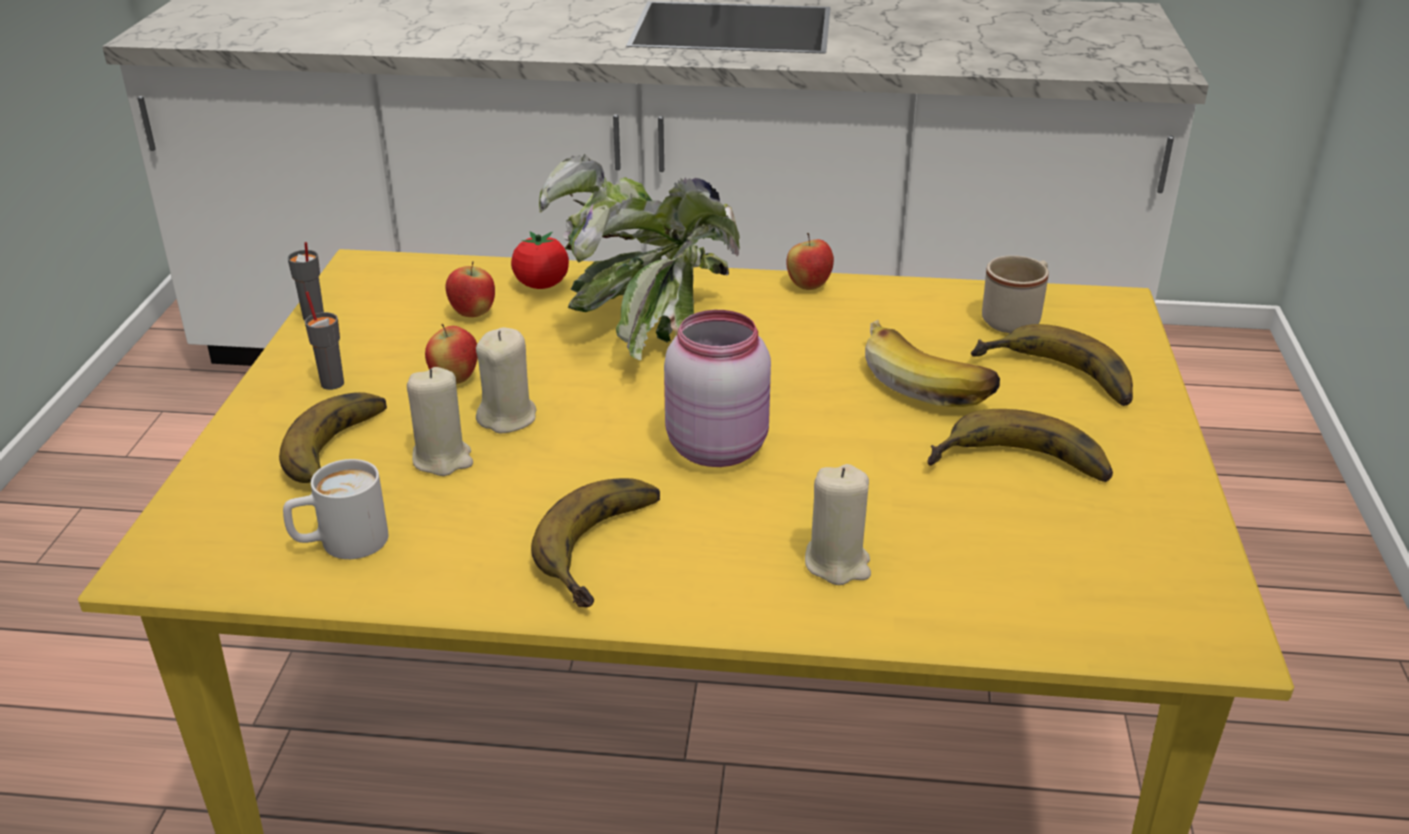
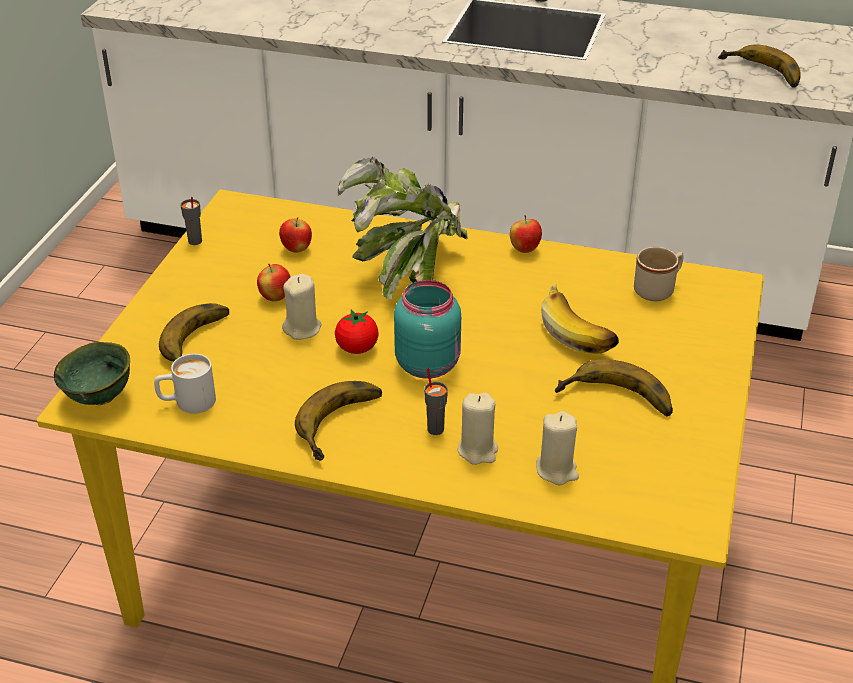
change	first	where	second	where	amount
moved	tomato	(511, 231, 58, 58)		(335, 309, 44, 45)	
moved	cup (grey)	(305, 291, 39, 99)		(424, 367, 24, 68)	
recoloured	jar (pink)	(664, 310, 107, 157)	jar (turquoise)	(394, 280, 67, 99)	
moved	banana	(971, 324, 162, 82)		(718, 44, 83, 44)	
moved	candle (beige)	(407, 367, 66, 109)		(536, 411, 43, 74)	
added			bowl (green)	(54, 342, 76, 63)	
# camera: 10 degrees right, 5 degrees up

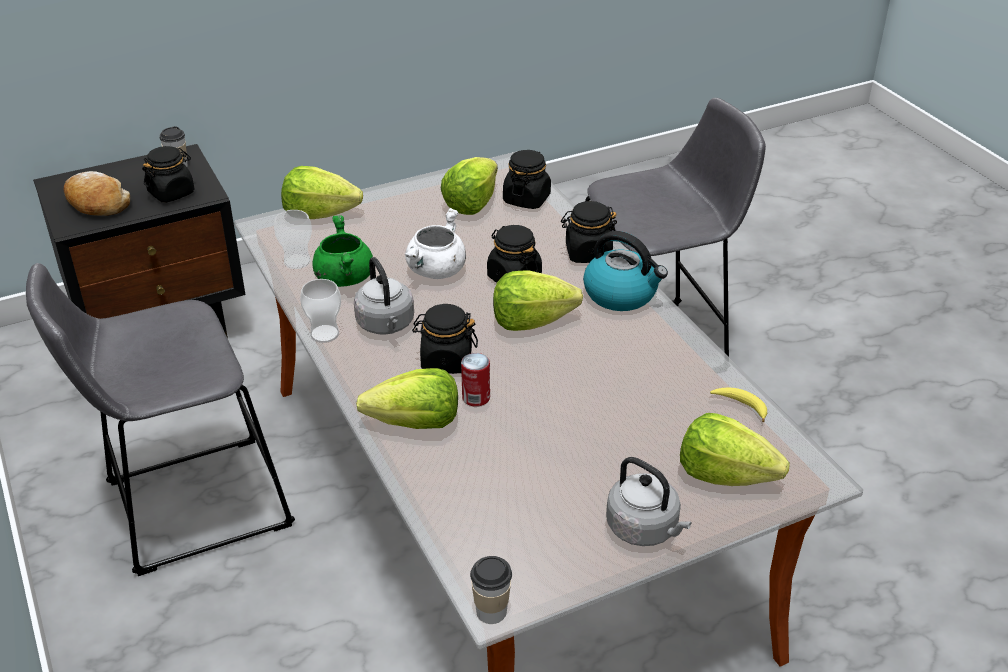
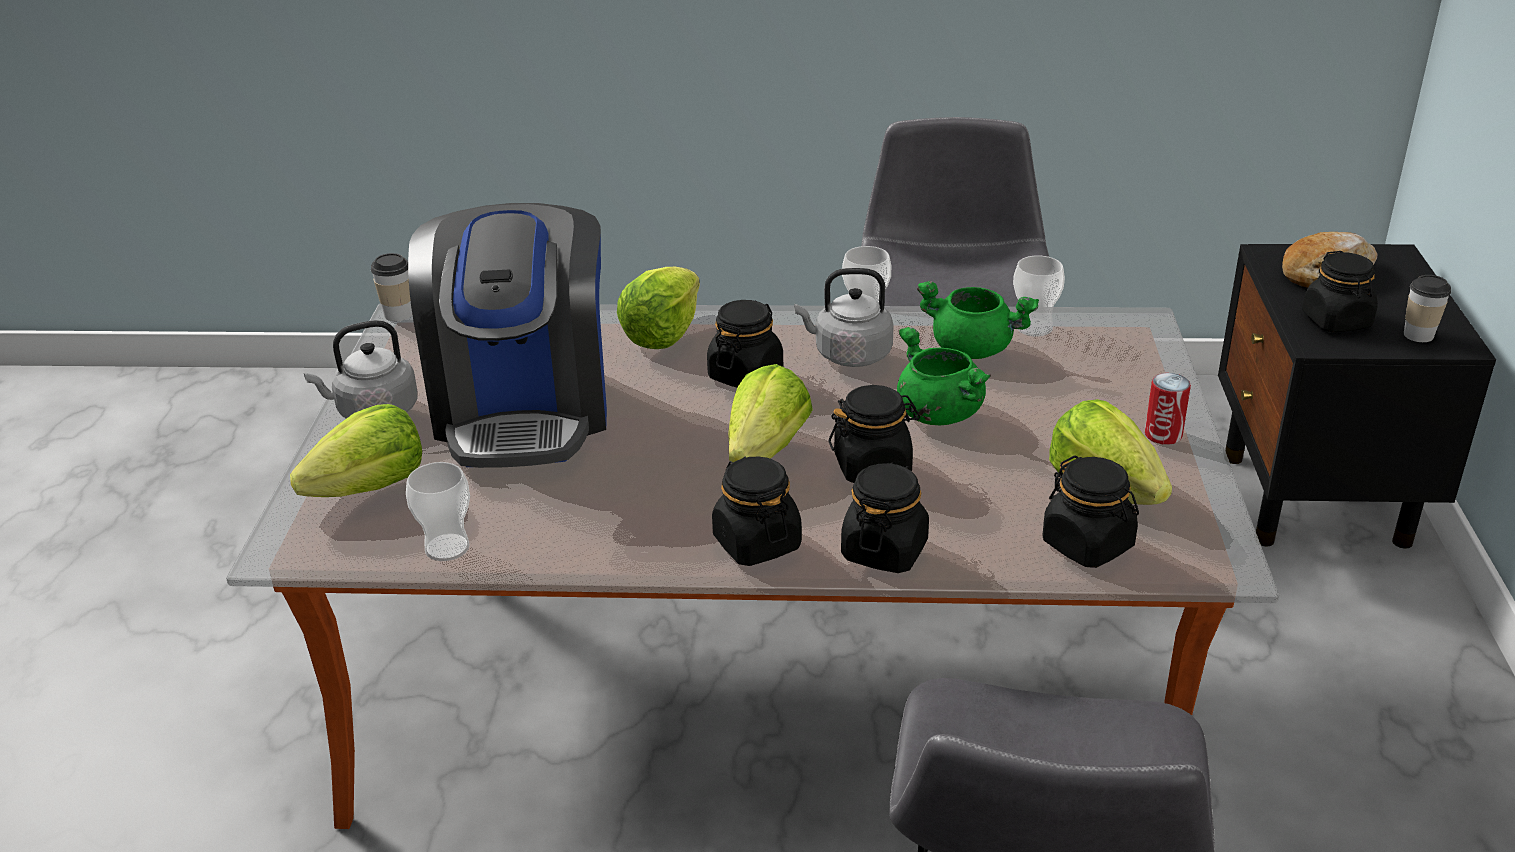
change	first	where	second	where	amount
removed	lettuce	(281, 166, 82, 53)			
recoloured	cooking pot (white)	(405, 208, 61, 71)	cooking pot (green)	(897, 327, 94, 98)	
replaced	kettle	(583, 231, 85, 80)	jar (black)	(712, 457, 90, 109)	
moved	can	(461, 353, 29, 54)		(1145, 373, 46, 72)	
replaced	banana	(710, 388, 57, 34)	cup	(406, 462, 64, 99)	
added			coffee machine	(408, 203, 199, 265)	
# camera: 120 degrees right, 5 degrees down

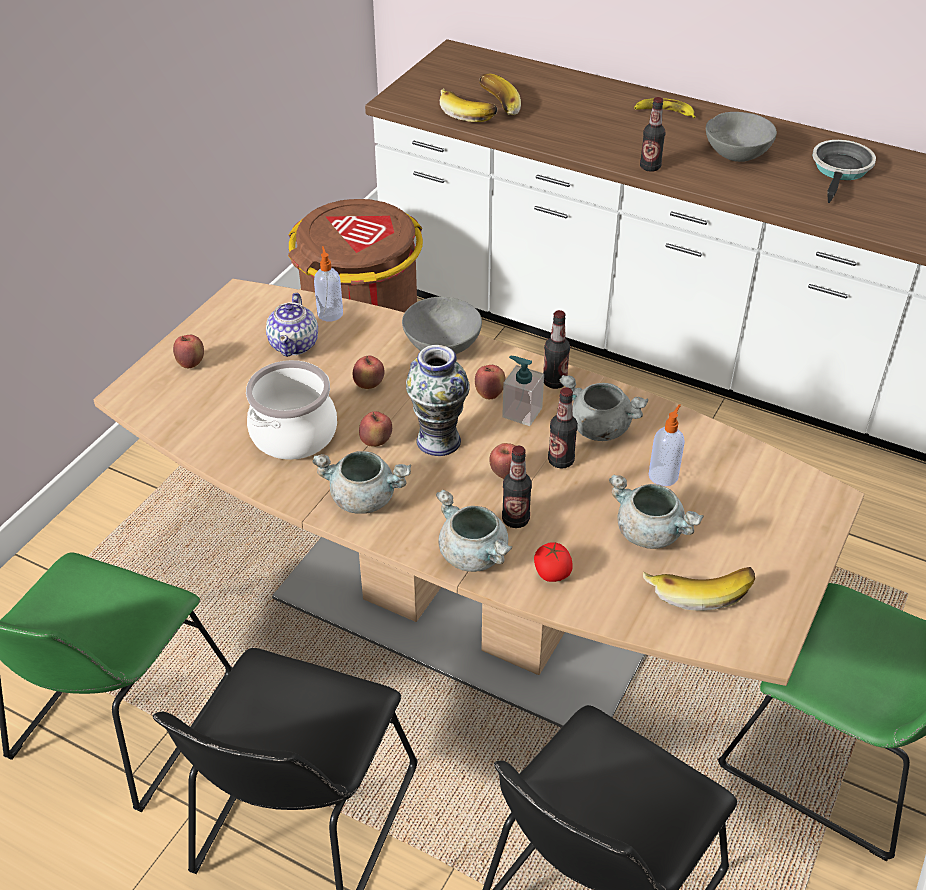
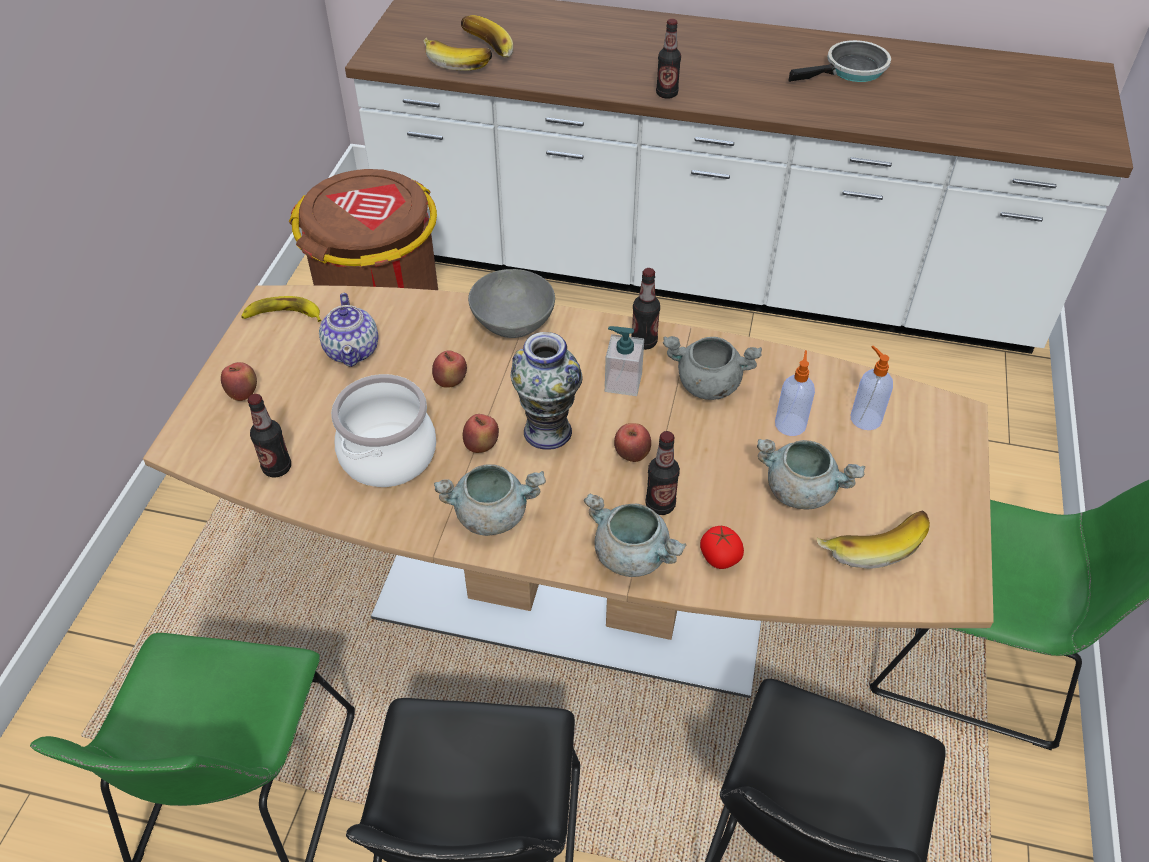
change	first	where	second	where	amount
moved	banana	(634, 98, 62, 20)		(241, 296, 80, 26)	
removed	bowl (grey)	(706, 112, 71, 50)			
turned	frying pan	(812, 140, 64, 63)		(789, 40, 102, 42)	60 degrees clockwise
moved	soap dispenser	(314, 246, 29, 75)		(851, 346, 42, 84)	
removed	apple	(475, 365, 31, 34)			
moved	bottle	(548, 387, 30, 81)		(248, 394, 43, 83)	
# camera: 15 degrees left, 5 degrees up

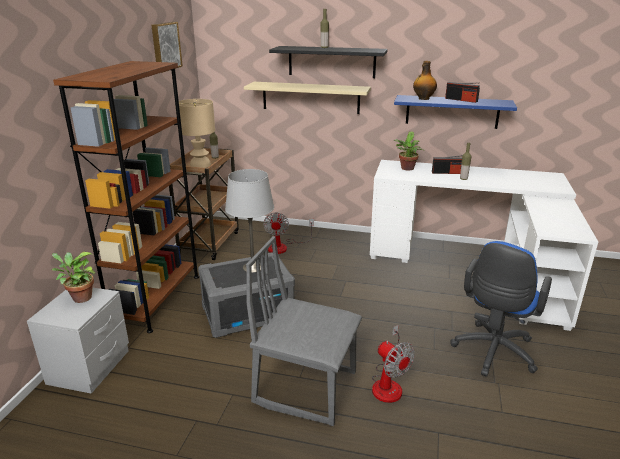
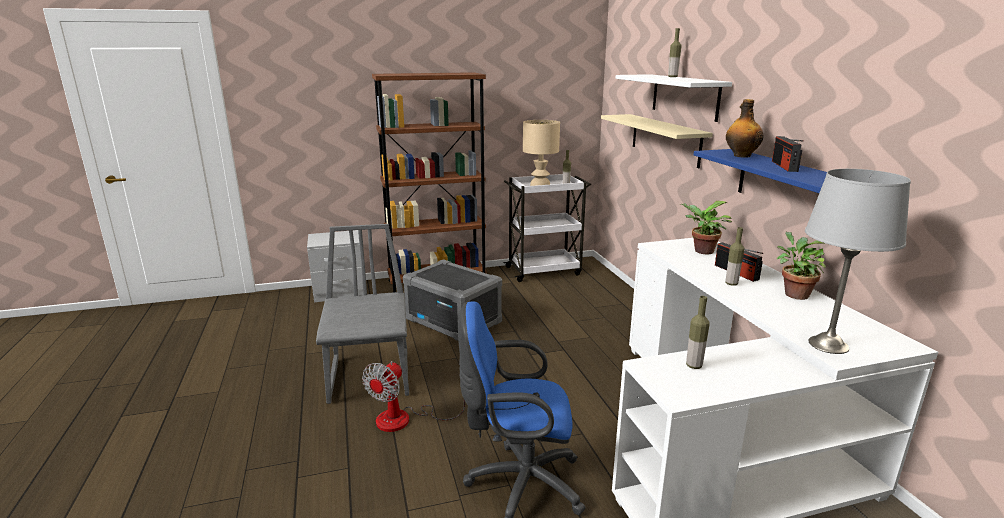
change	first	where	second	where	amount
removed	picture	(151, 22, 32, 51)			
recoloured	shelf (black)	(269, 46, 119, 32)	shelf (white)	(615, 74, 117, 48)	
recoloured	cart (brown)	(169, 148, 70, 112)	cart (white)	(503, 174, 88, 108)	
moved	table lamp (grey)	(225, 169, 49, 104)		(805, 169, 106, 185)	
removed	fan	(263, 212, 51, 42)			
moved	potted plant	(51, 252, 44, 51)		(777, 232, 49, 68)	
added			bottle	(686, 296, 24, 73)	
# camera: 60 degrees right, 5 degrees down

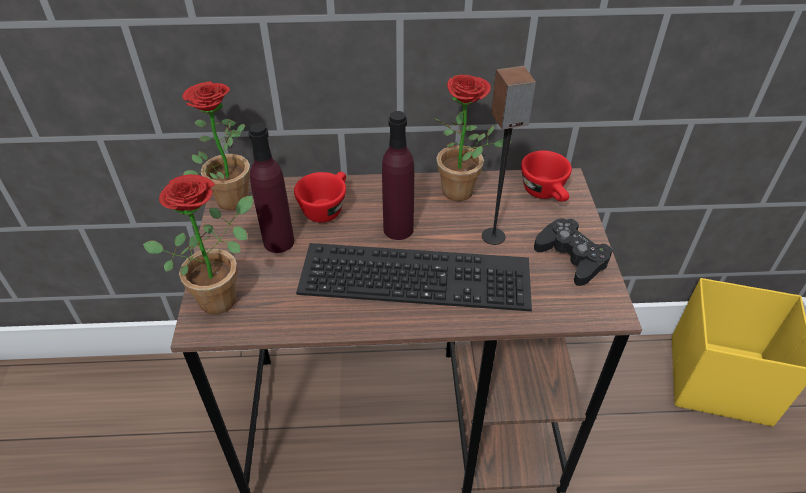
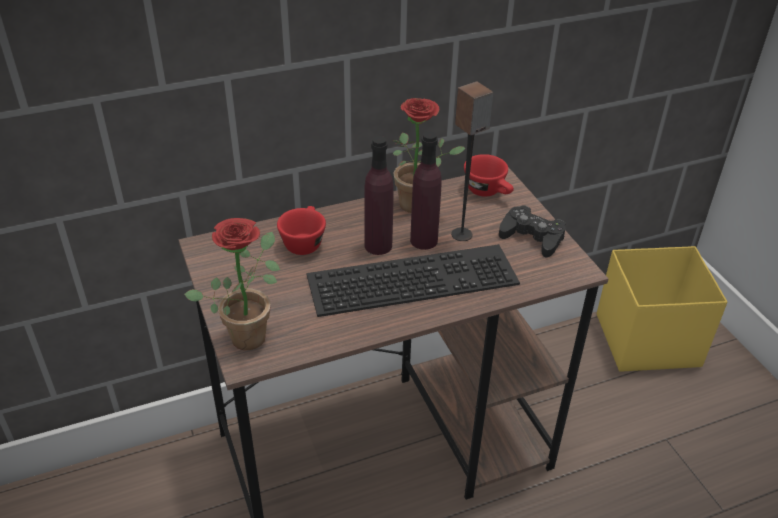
change	first	where	second	where	amount
removed	potted plant	(182, 81, 68, 130)			
moved	bottle (purple)	(248, 123, 47, 130)		(410, 131, 32, 119)	
# camera: 20 degrees left, 5 degrees down

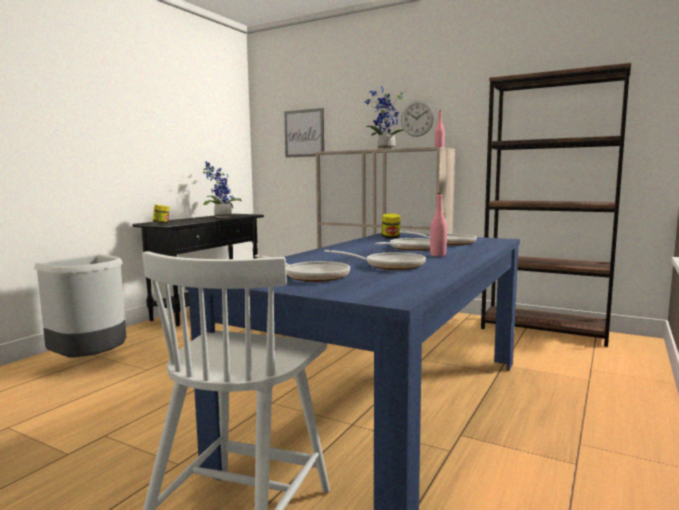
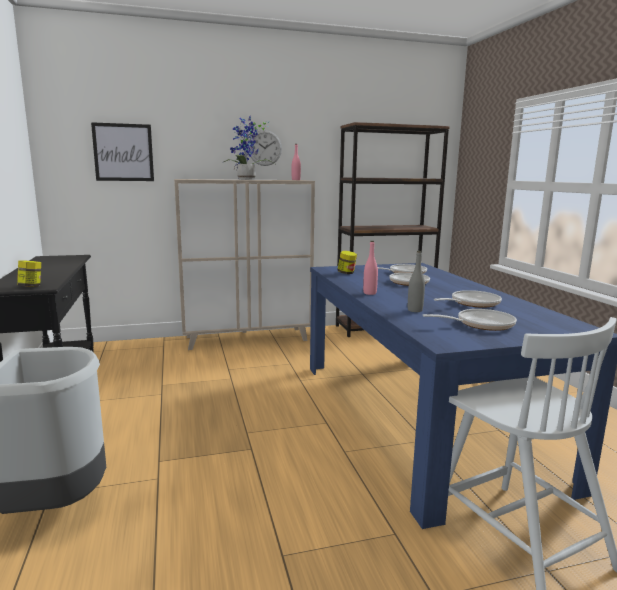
change	first	where	second	where	amount
removed	potted plant	(203, 161, 38, 57)			
moved	bottle (pink)	(430, 193, 17, 64)		(363, 241, 15, 54)	
added			bottle (grey)	(408, 251, 17, 61)	
# camera: 45 degrees left, 5 degrees up

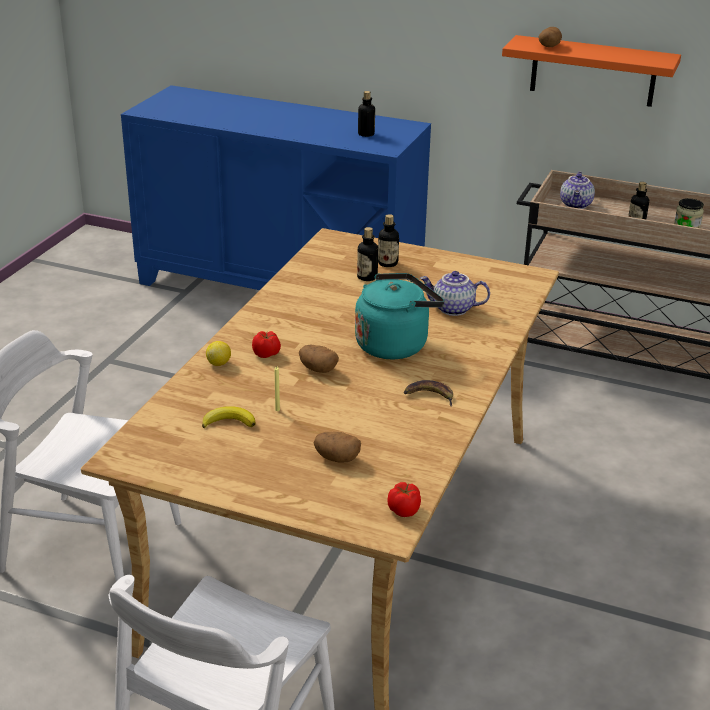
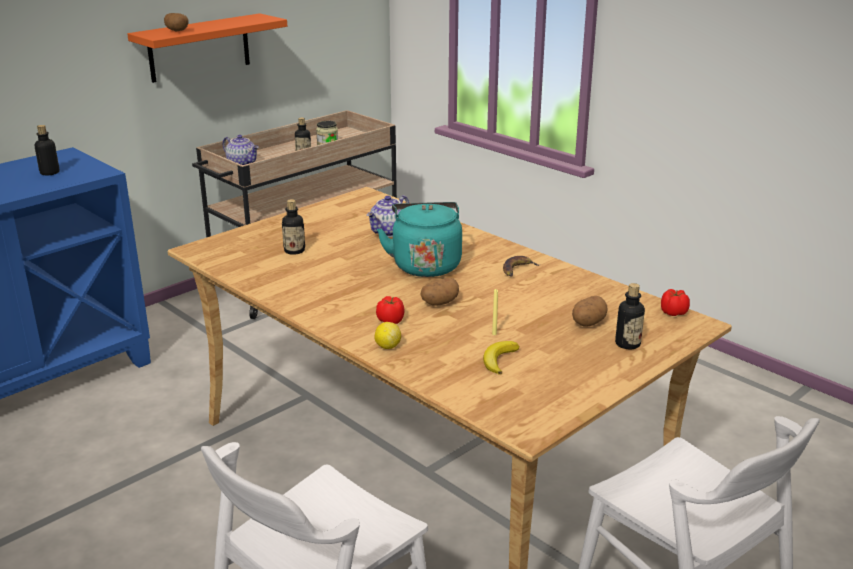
change	first	where	second	where	amount
moved	bottle	(378, 214, 21, 53)		(615, 283, 30, 66)	
# camera: 65 degrees left, 5 degrees down

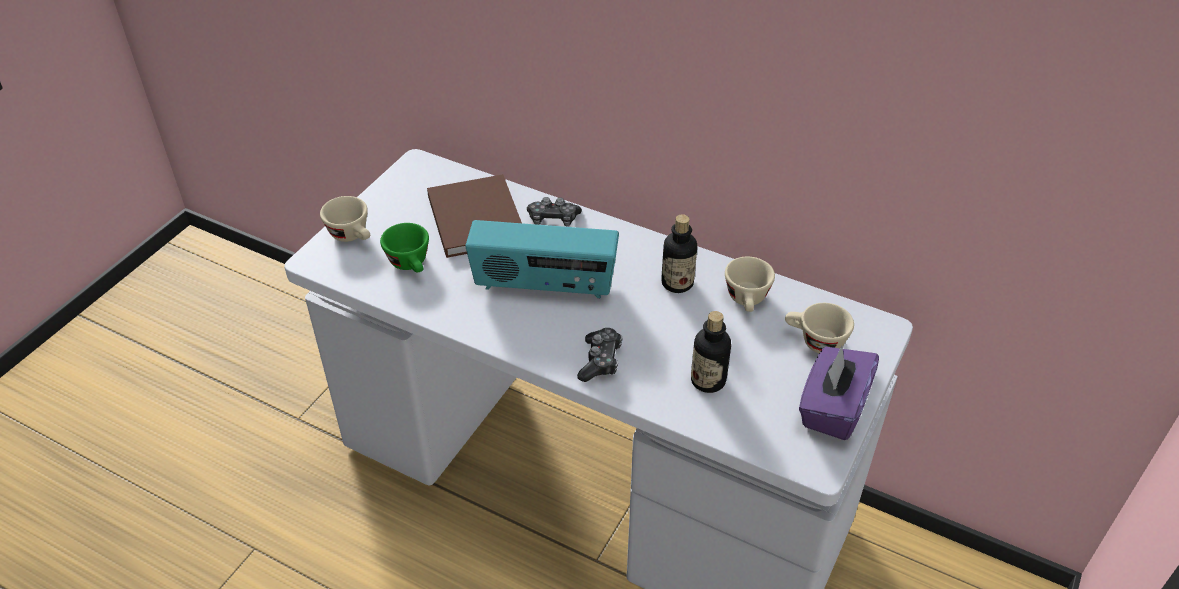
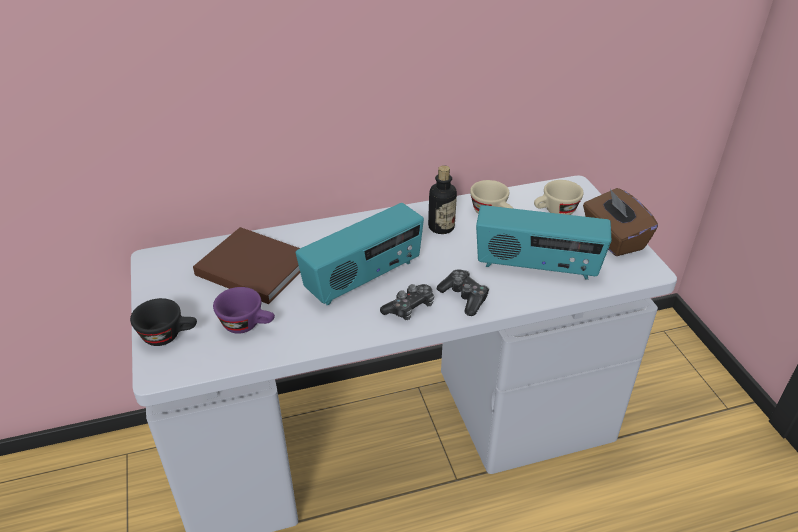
change	first	where	second	where	amount
recoloured	cup (beige)	(320, 196, 50, 46)	cup (black)	(130, 298, 67, 48)	
moved	game controller	(527, 197, 55, 29)		(380, 284, 54, 36)	
recoloured	cup (green)	(380, 223, 49, 49)	cup (purple)	(213, 287, 62, 47)	
replaced	bottle	(691, 311, 40, 82)	radio	(476, 205, 135, 75)	
recoloured	tissue box (purple)	(799, 346, 80, 94)	tissue box (brown)	(583, 188, 75, 68)	
# camera: 45 degrees left, 5 degrees down

